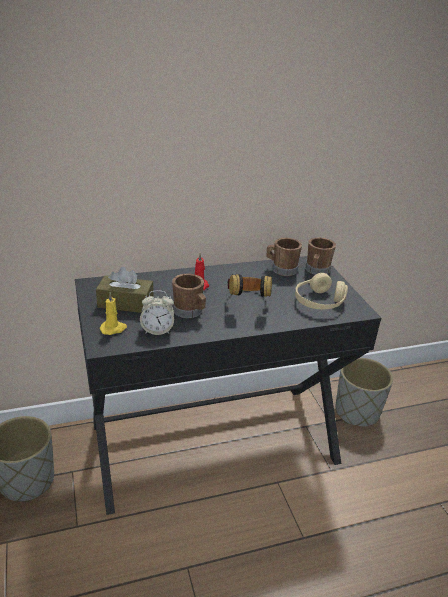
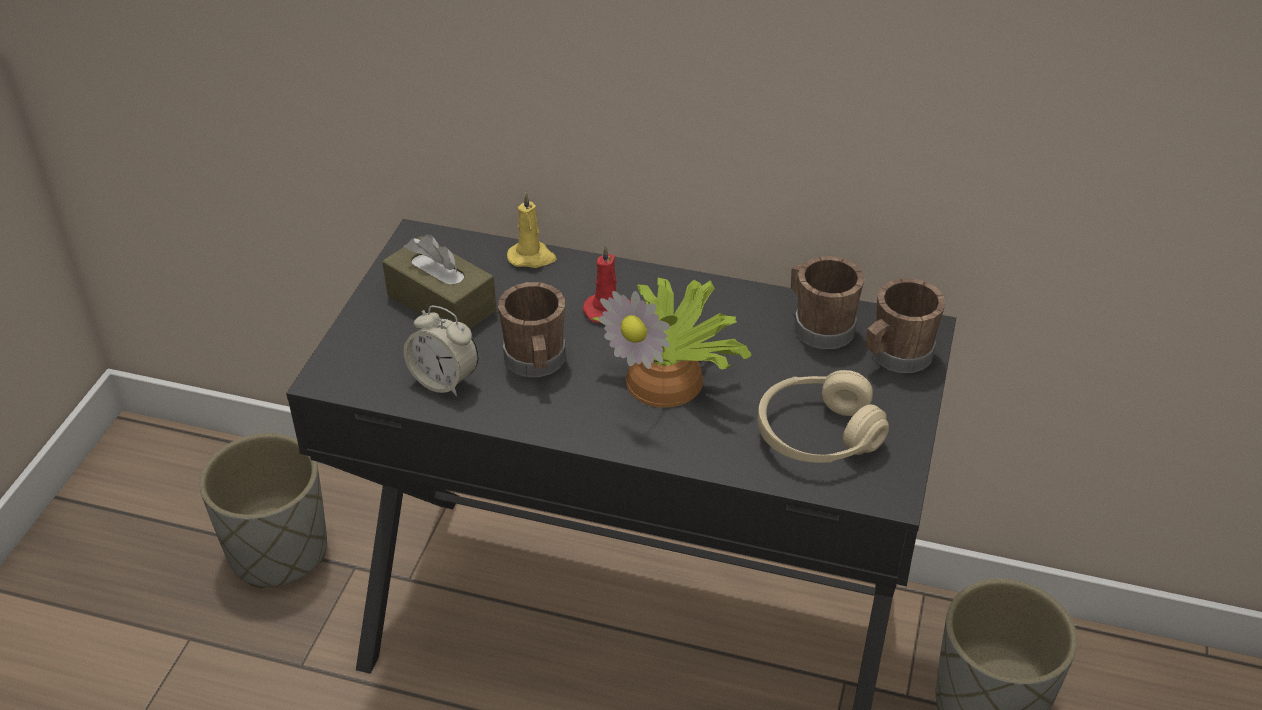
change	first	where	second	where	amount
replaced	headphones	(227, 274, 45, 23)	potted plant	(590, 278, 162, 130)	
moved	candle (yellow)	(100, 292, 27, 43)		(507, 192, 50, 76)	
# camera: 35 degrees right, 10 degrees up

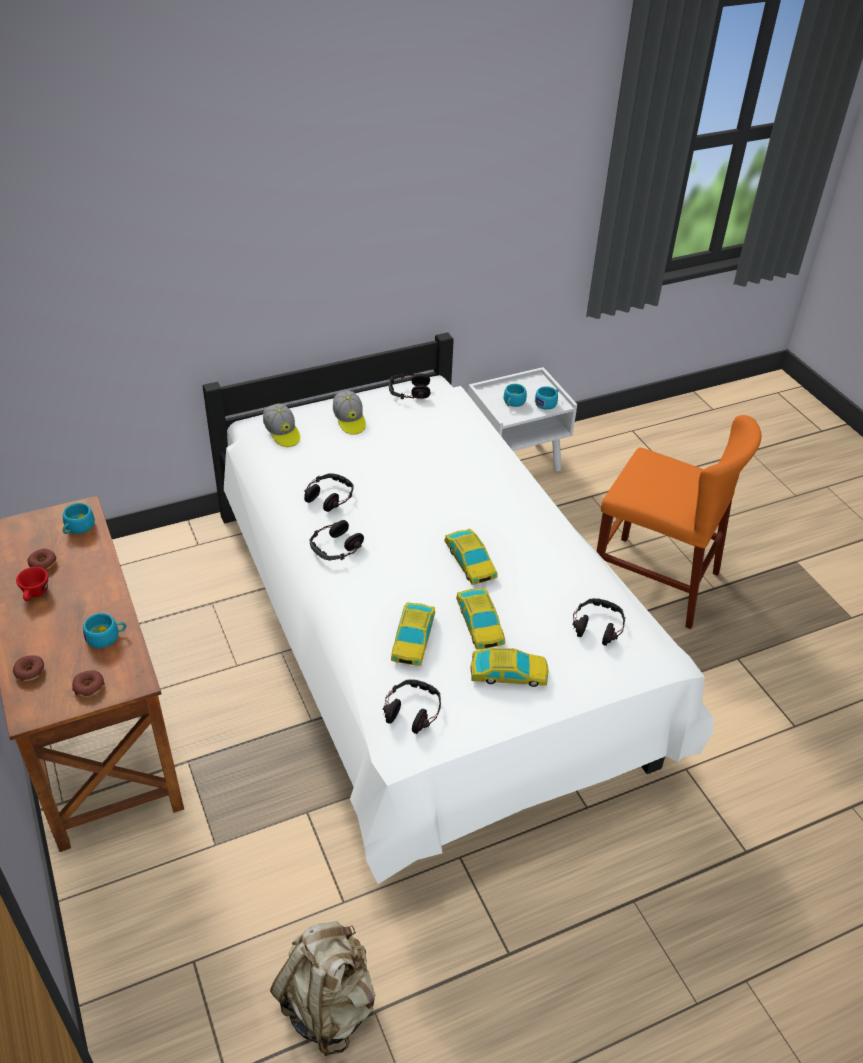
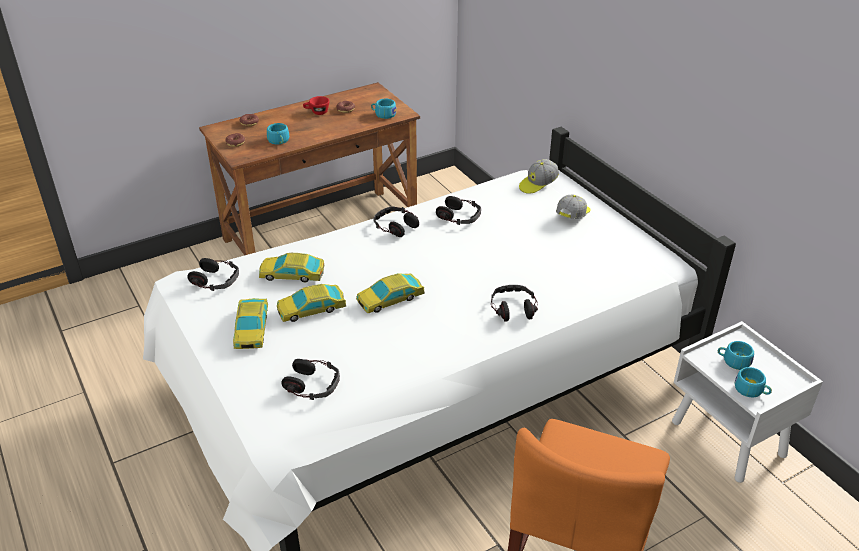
change	first	where	second	where	amount
moved	headphones	(389, 373, 42, 26)		(491, 285, 47, 37)	
turned	cap	(333, 391, 33, 44)		(556, 194, 35, 25)	150 degrees clockwise
removed	backpack (beige)	(270, 921, 105, 135)			
# camera: 85 degrees right, 5 degrees down

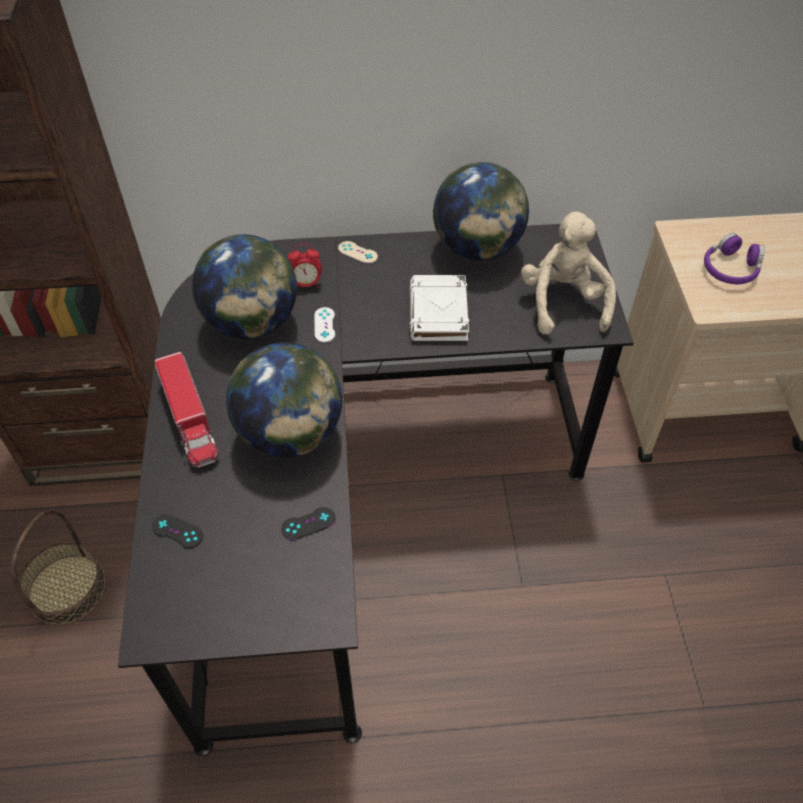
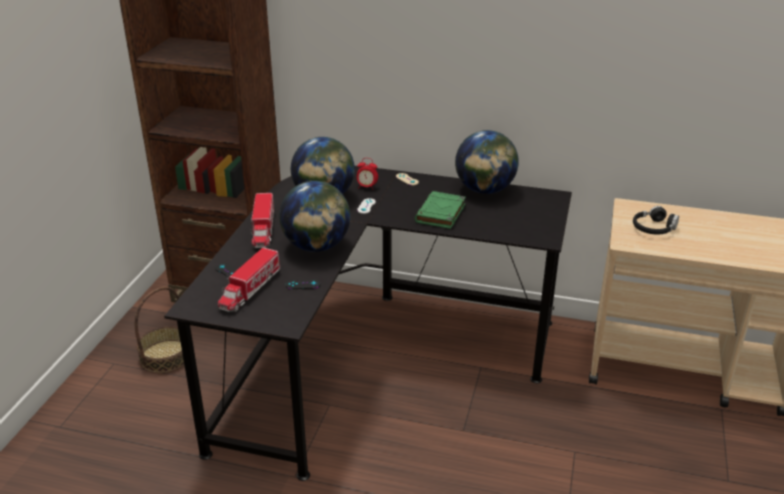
change	first	where	second	where	amount
removed	plush toy (beige)	(521, 211, 95, 124)			
recoloured	headphones (purple)	(704, 233, 61, 51)	headphones (black)	(633, 206, 46, 29)	
recoloured	book (white)	(410, 275, 59, 66)	book (green)	(415, 191, 51, 38)	
added			toy truck	(218, 247, 63, 65)	
# camera: 20 degrees right, 20 degrees down

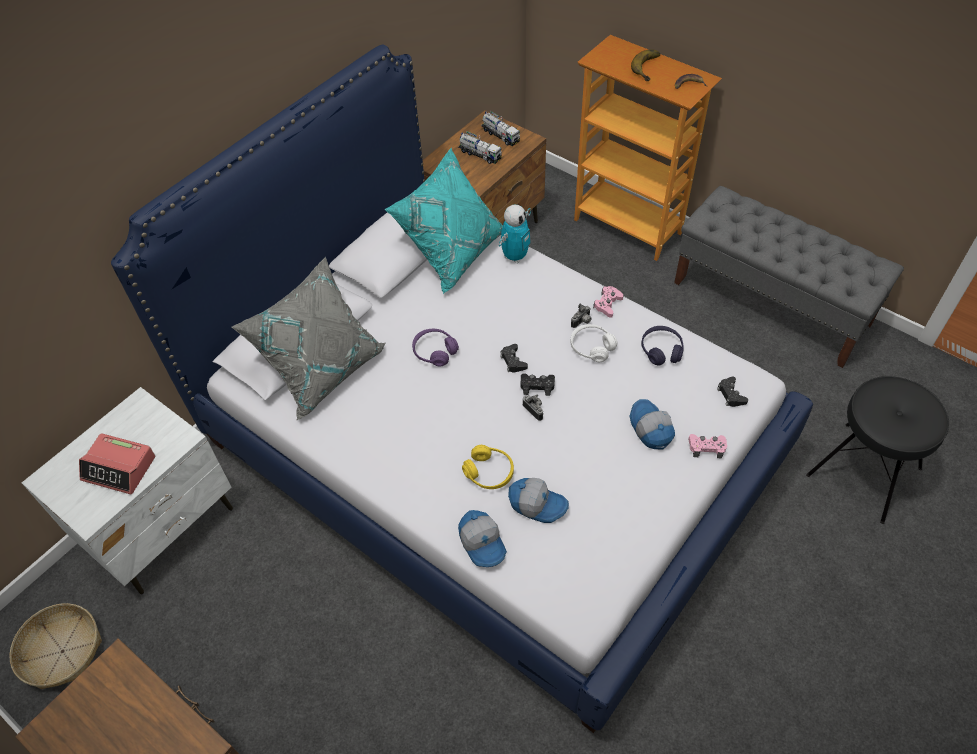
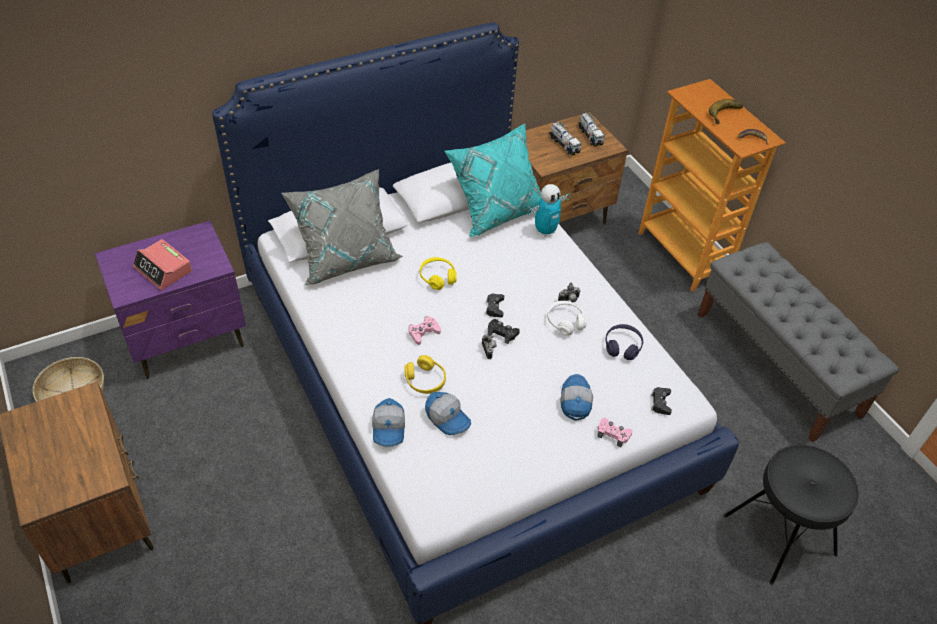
change	first	where	second	where	amount
moved	game controller (pink)	(593, 286, 30, 32)		(409, 316, 32, 29)	
recoloured	headphones (purple)	(412, 329, 47, 38)	headphones (yellow)	(420, 257, 36, 33)	
recoloured	nightstand (white)	(22, 387, 211, 207)	nightstand (purple)	(95, 221, 151, 158)	
# camera: 20 degrees right, 5 degrees down

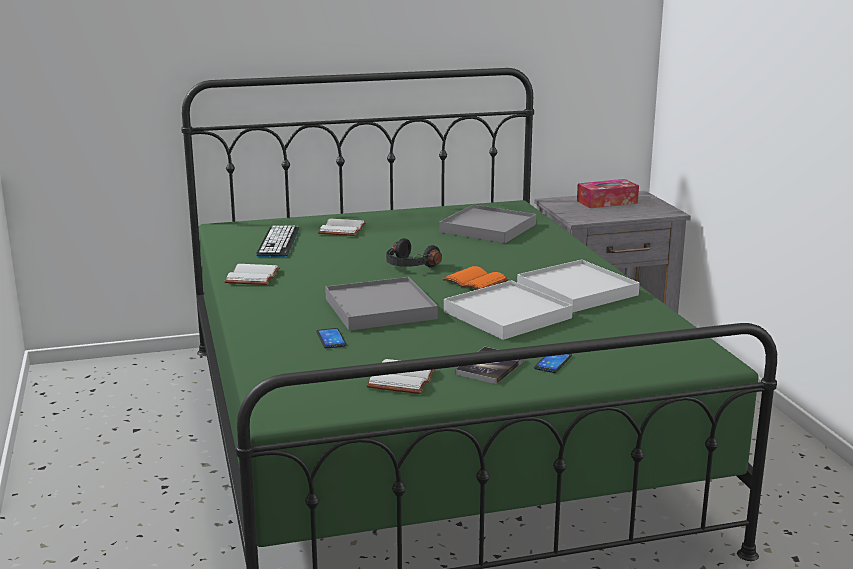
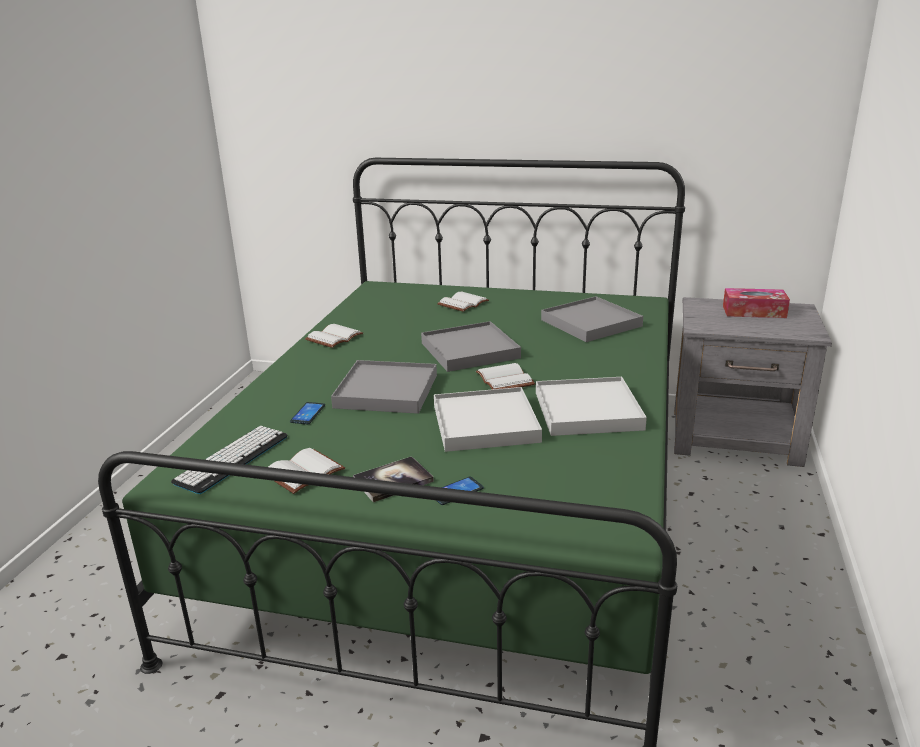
change	first	where	second	where	amount
moved	keyboard	(256, 225, 43, 32)		(171, 425, 117, 69)	
replaced	headphones (black)	(386, 238, 56, 29)	tray (grey)	(421, 321, 100, 51)	
recoloured	book (orange)	(443, 266, 66, 24)	book (white)	(476, 363, 59, 26)	
# camera: 30 degrees right, 5 degrees up

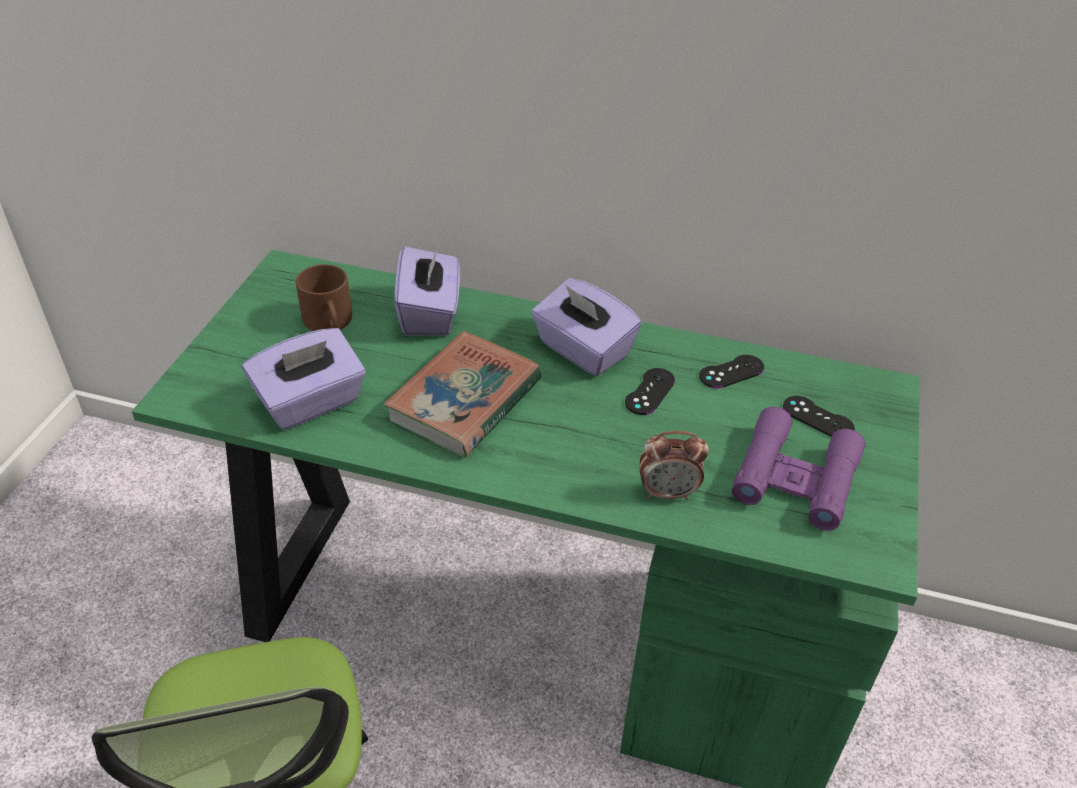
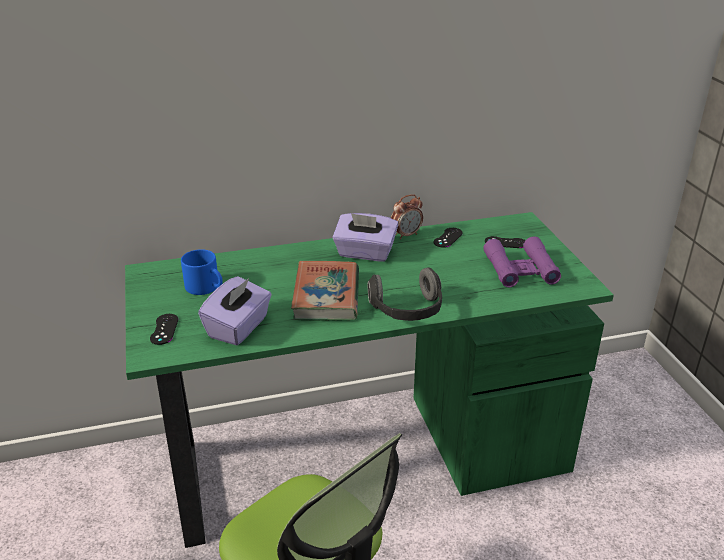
change	first	where	second	where	amount
removed	tissue box (purple)	(394, 244, 66, 91)			
recoloured	mug (brown)	(296, 264, 56, 67)	mug (blue)	(181, 249, 42, 46)	
moved	game controller (black)	(625, 368, 50, 47)		(150, 314, 28, 31)	
moved	alarm clock	(640, 431, 69, 69)		(391, 194, 32, 45)	
added			headphones	(368, 267, 74, 54)	
# camera: 30 degrees left, 10 degrees down

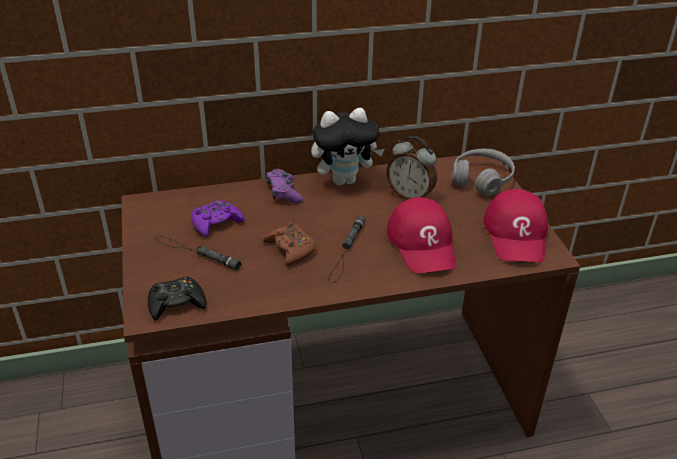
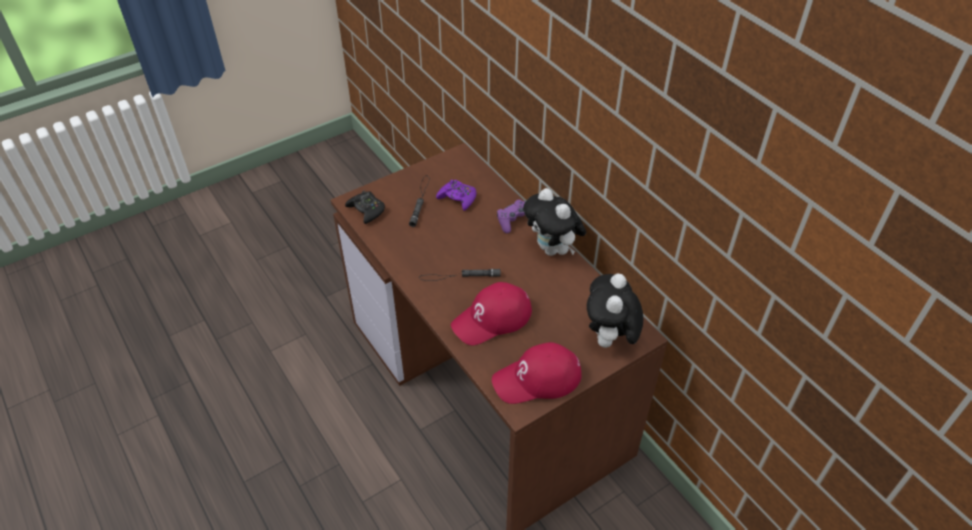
change	first	where	second	where	amount
removed	alarm clock	(386, 136, 51, 64)			
replaced	headphones (grey)	(452, 149, 63, 47)	plush toy	(587, 274, 56, 74)	
removed	game controller (brown)	(263, 222, 53, 43)			
# camera: 70 degrees right, 10 degrees up

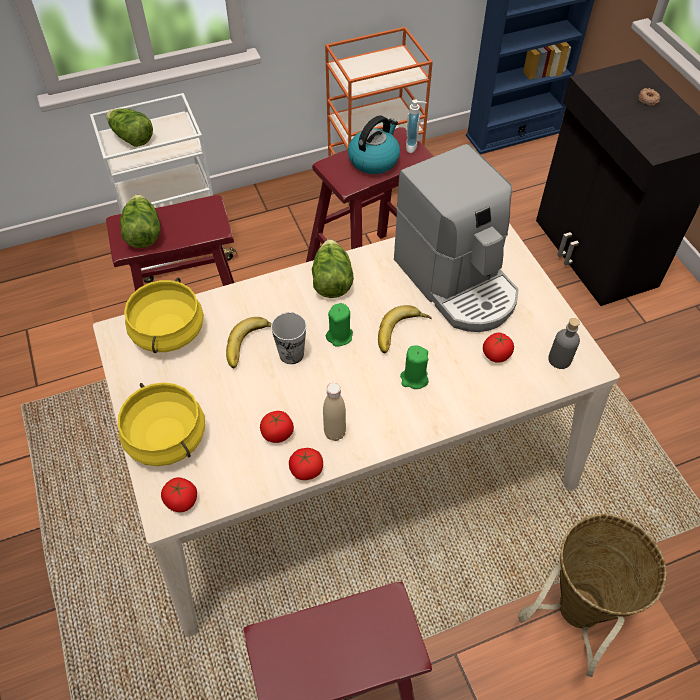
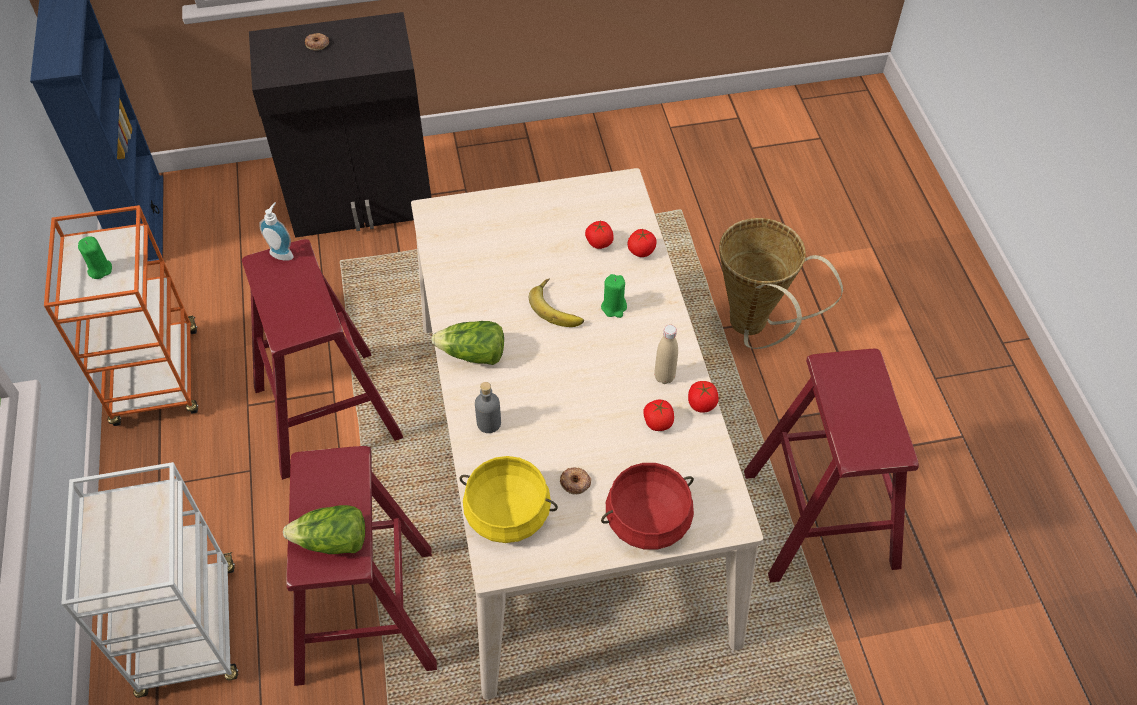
change	first	where	second	where	amount
removed	lettuce	(106, 109, 47, 38)			
removed	kettle	(348, 115, 52, 59)			
removed	coffee machine	(394, 144, 125, 188)			
moved	candle (green)	(326, 303, 27, 44)		(78, 236, 34, 43)	
removed	cup	(271, 312, 35, 52)			
removed	banana	(226, 317, 46, 51)			
moved	bottle (grey)	(548, 318, 32, 51)		(475, 382, 26, 51)	
recoloured	cooking pot (yellow)	(118, 382, 87, 84)	cooking pot (red)	(601, 463, 93, 87)	
moved	tomato	(161, 477, 36, 35)		(628, 229, 29, 28)	
added			donut	(560, 468, 31, 26)	
# camera: 80 degrees left, 0 degrees up

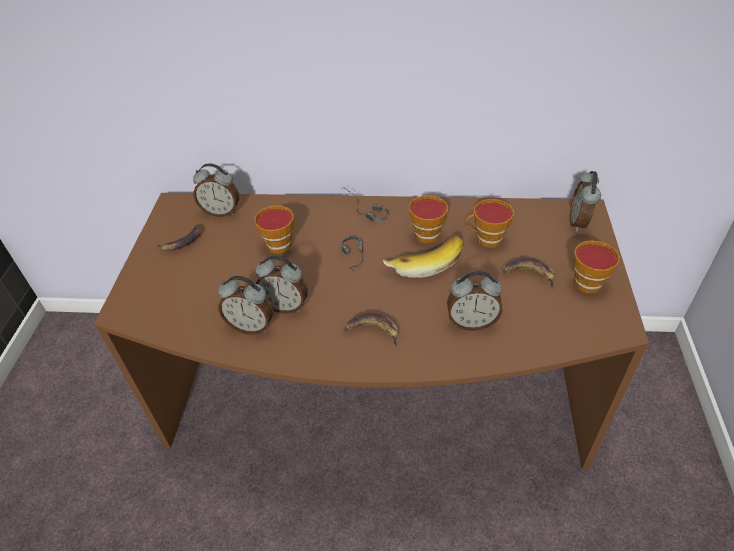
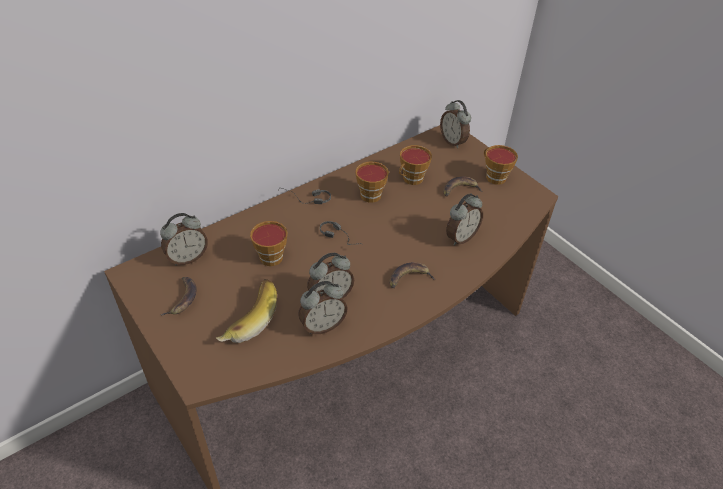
change	first	where	second	where	amount
moved	banana	(383, 234, 81, 44)		(216, 279, 61, 64)	
# camera: 45 degrees left, 0 degrees up

